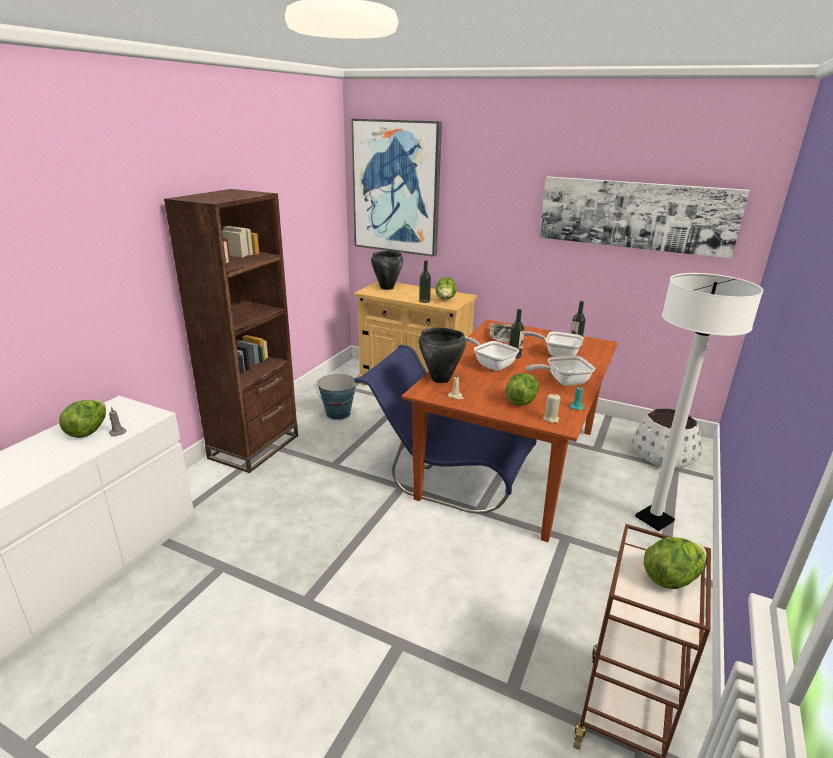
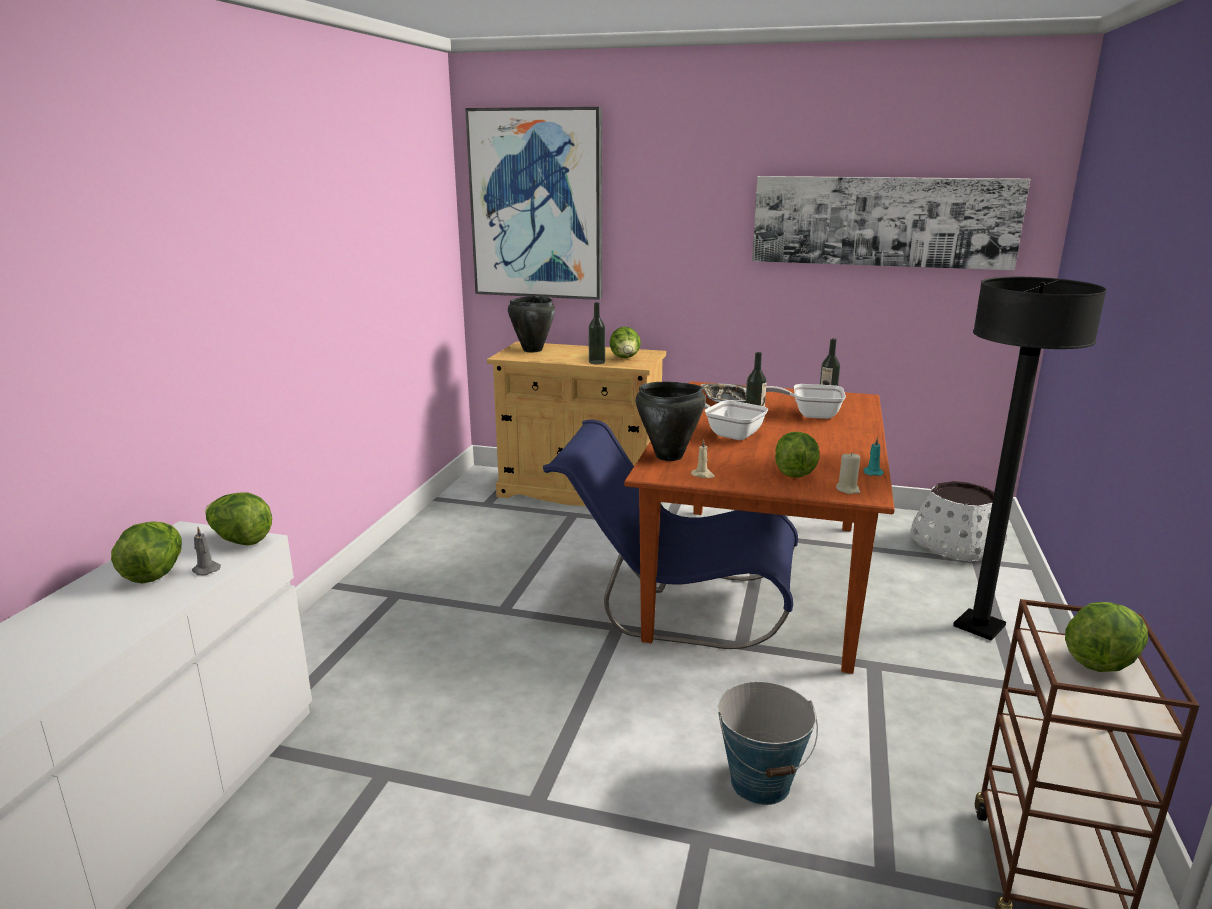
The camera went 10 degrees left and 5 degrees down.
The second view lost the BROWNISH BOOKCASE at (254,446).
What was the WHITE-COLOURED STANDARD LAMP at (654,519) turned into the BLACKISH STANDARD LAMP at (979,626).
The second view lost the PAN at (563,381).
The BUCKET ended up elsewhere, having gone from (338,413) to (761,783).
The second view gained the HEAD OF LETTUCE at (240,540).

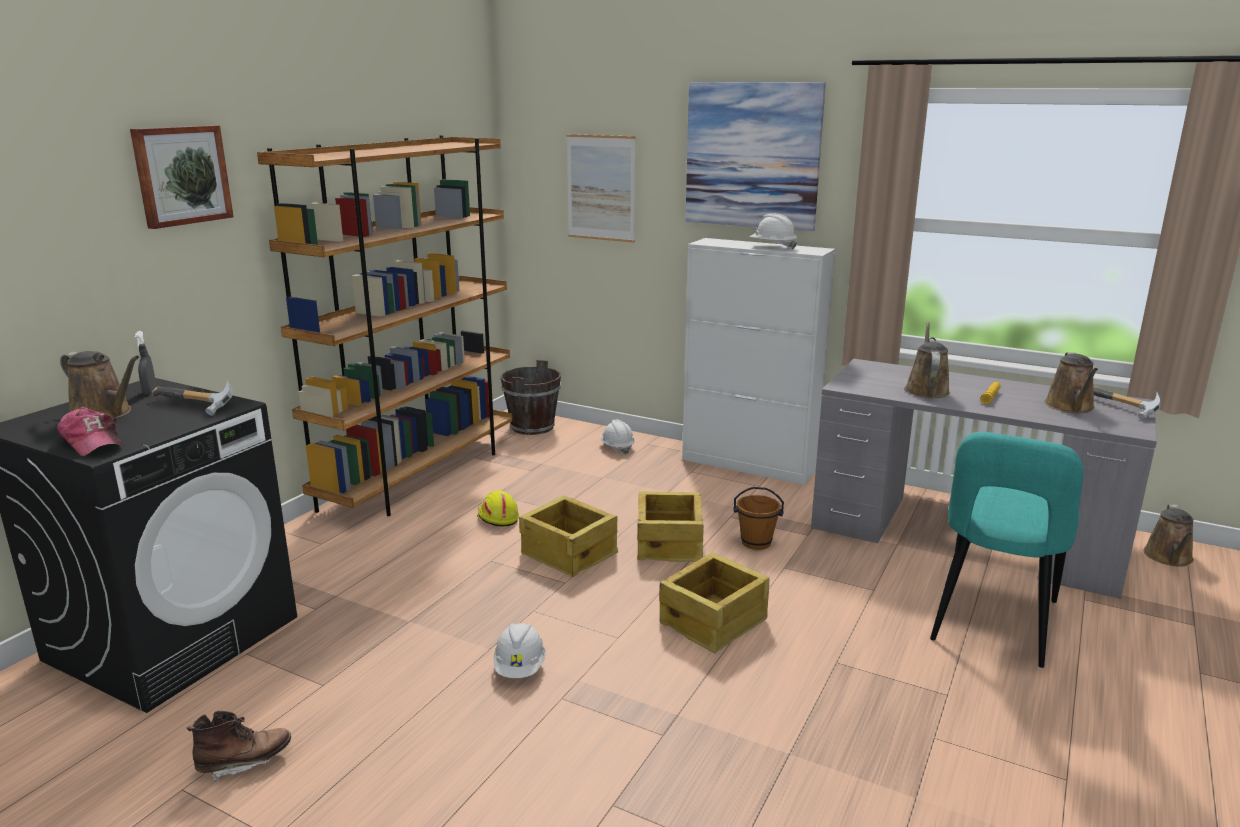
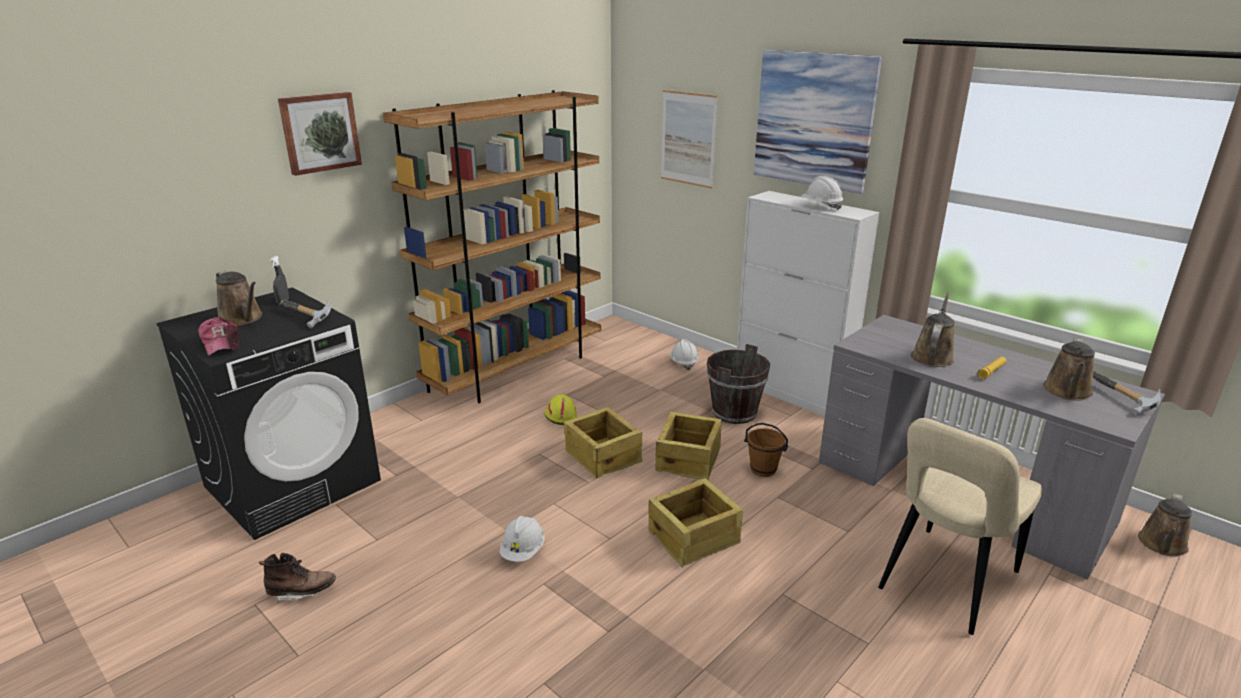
The camera went 15 degrees right and 5 degrees up.
The BROWNISH BUCKET ended up elsewhere, having gone from (533,427) to (734,413).
What was the TURQUOISE-COLOURED PLAIN CHAIR at (992,624) turned into the BEIGE PLAIN CHAIR at (944,583).

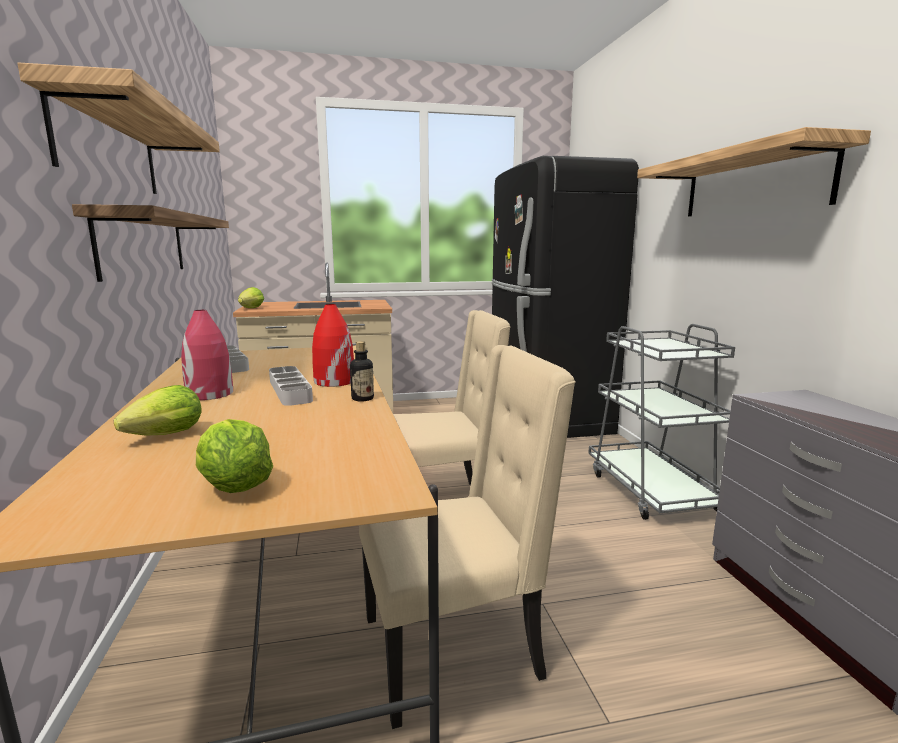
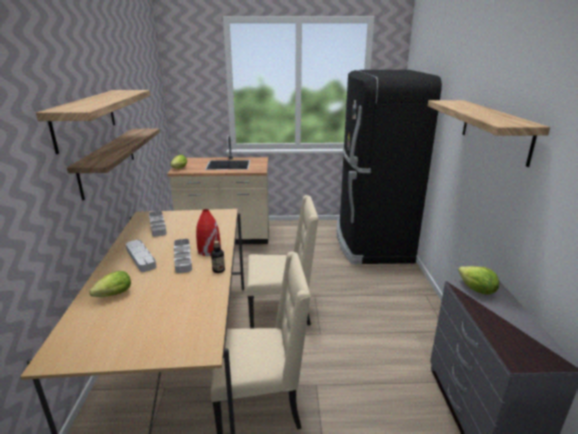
The camera went 10 degrees right and 10 degrees up.
Where the RED FLOWER VASE stood at (209,394), the GREY TRAY came to stand at (141,258).
The second view lost the GREY TROLLEY at (651,491).
The HEAD OF LETTUCE ended up elsewhere, having gone from (234,487) to (476,290).

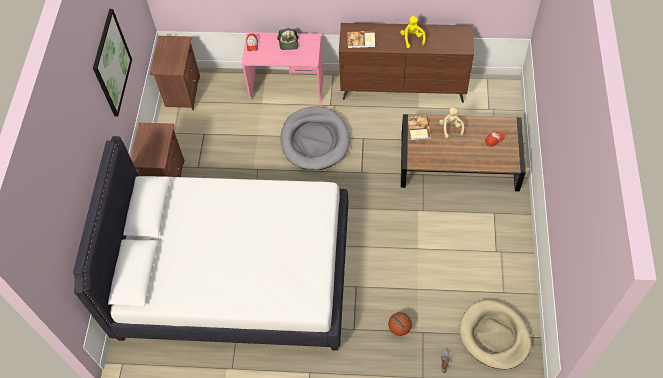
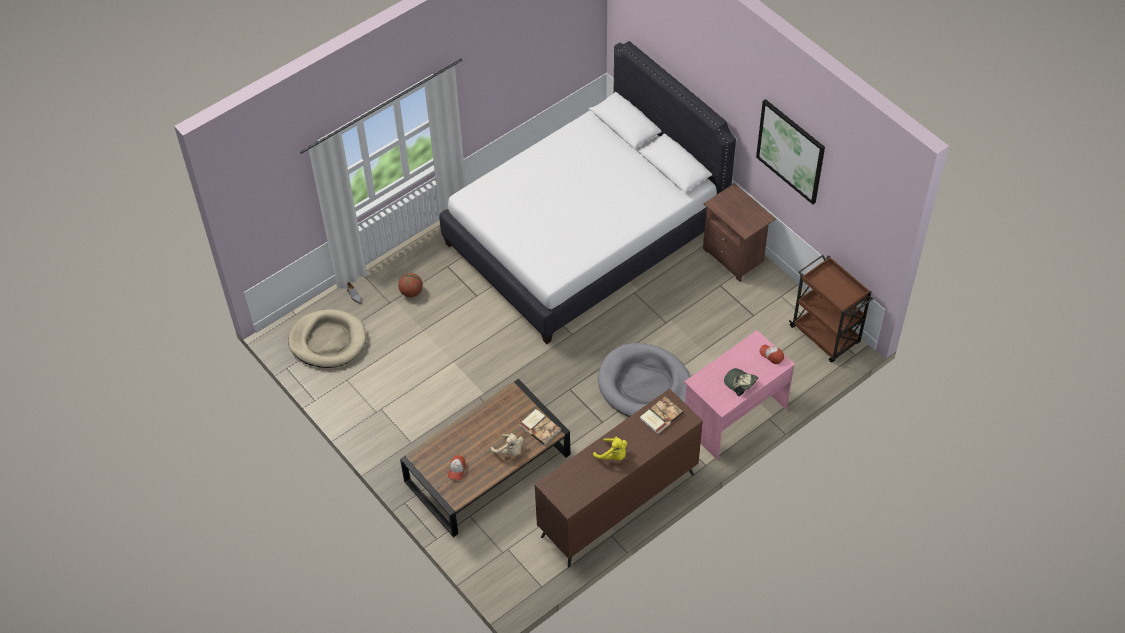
The camera went 135 degrees right and 5 degrees down.
Where the BROWNISH NIGHTSTAND stood at (182,92), the BROWNISH TROLLEY came to stand at (826,336).

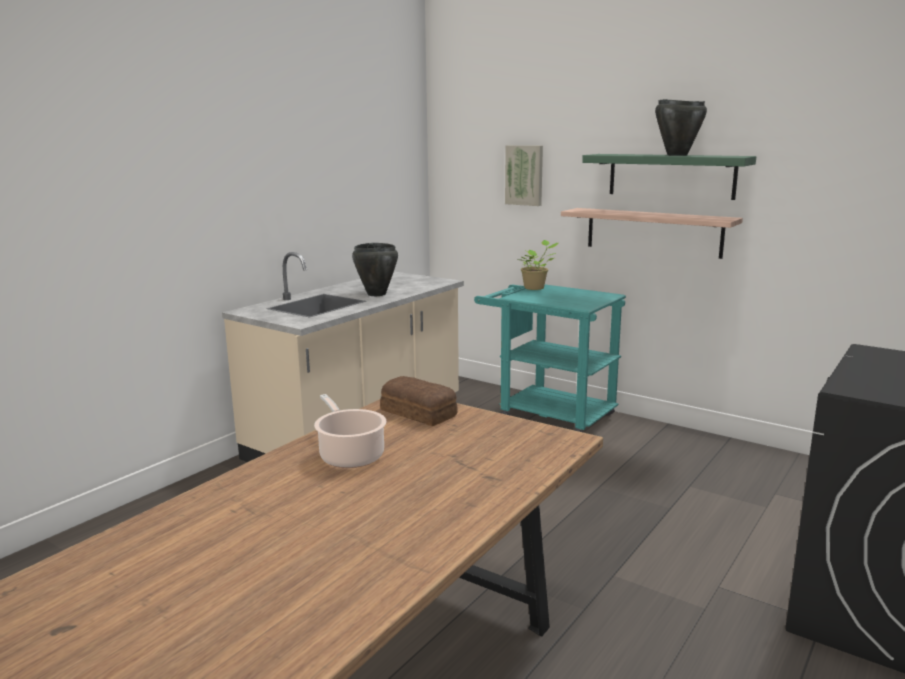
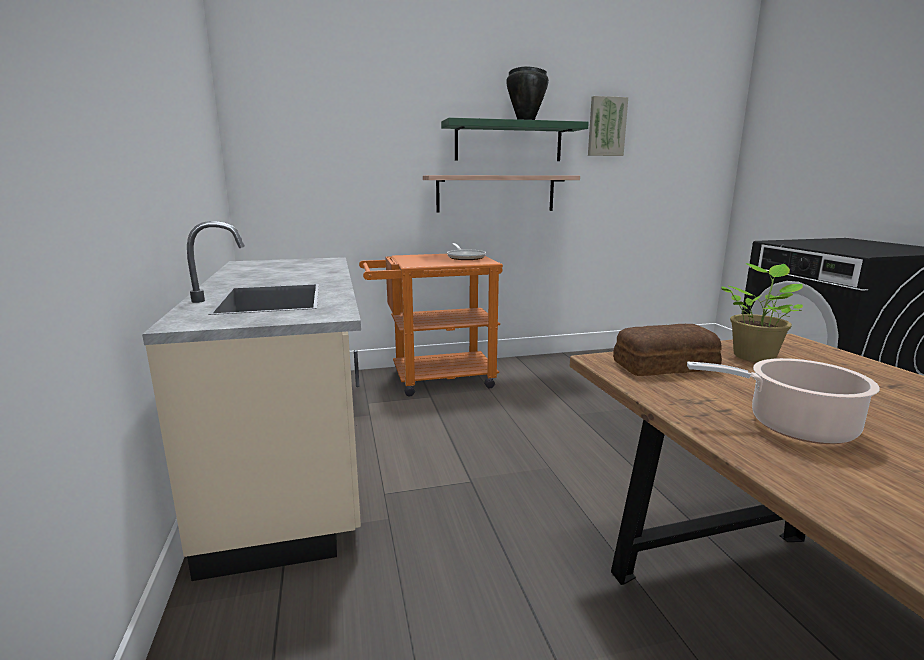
The camera went 50 degrees left and 0 degrees up.
The WALL ART ended up elsewhere, having gone from (524,175) to (606,127).
The PLANT IN A POT ended up elsewhere, having gone from (535,288) to (755,355).
The second view lost the BLACKISH SAUCEPOT at (376,294).
What was the TURQUOISE-COLOURED TROLLEY at (547,414) turned into the ORANGEY TROLLEY at (433,379).
The second view gained the PAN at (465,257).

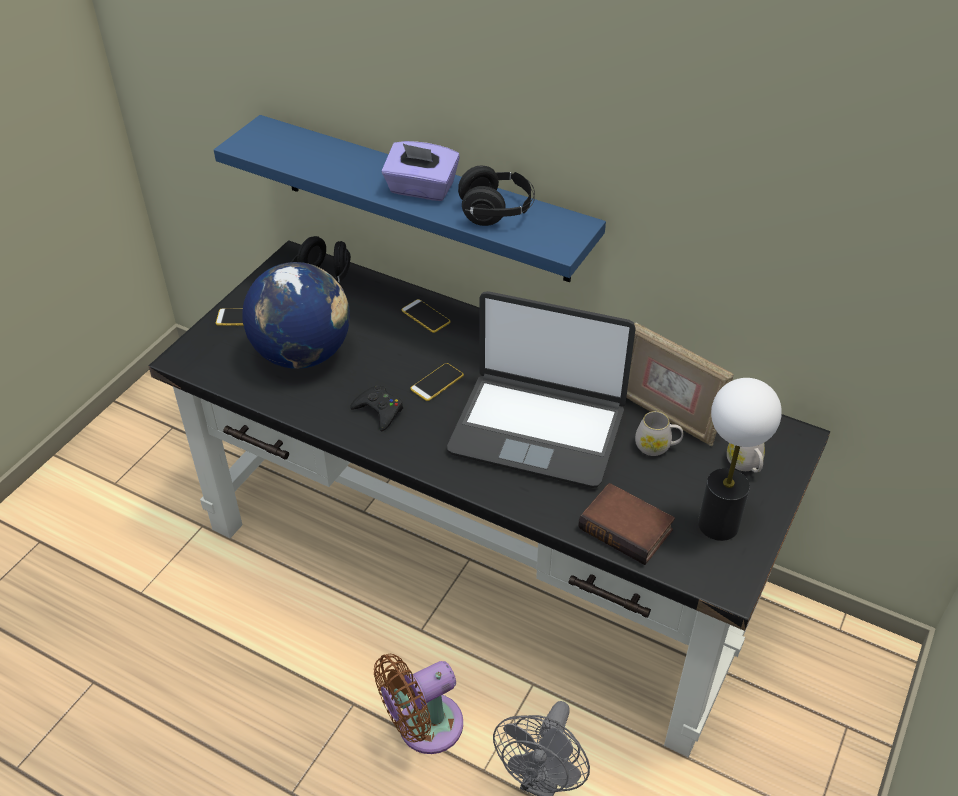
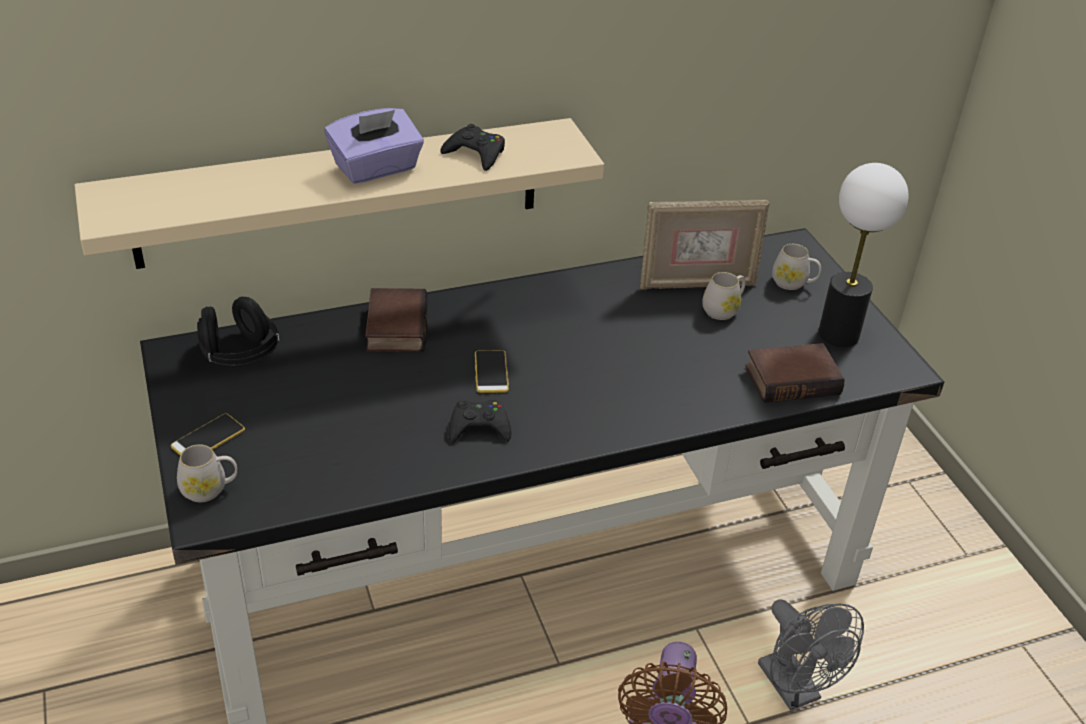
The camera went 50 degrees left and 5 degrees down.
What was the BLUE WALL SHELF at (423,199) turned into the BEIGE WALL SHELF at (340,193).
Where the BLACKISH HEADSET stood at (496,212), the BLACKISH JOYPAD came to stand at (476,154).
The second view lost the GLOBE at (303,354).
The second view lost the PORTABLE COMPUTER at (537,429).
Where the PHONE stood at (425,316), the VOLUME came to stand at (394,326).
The second view gained the WHITE-COLOURED COFFEE MUG at (210,489).

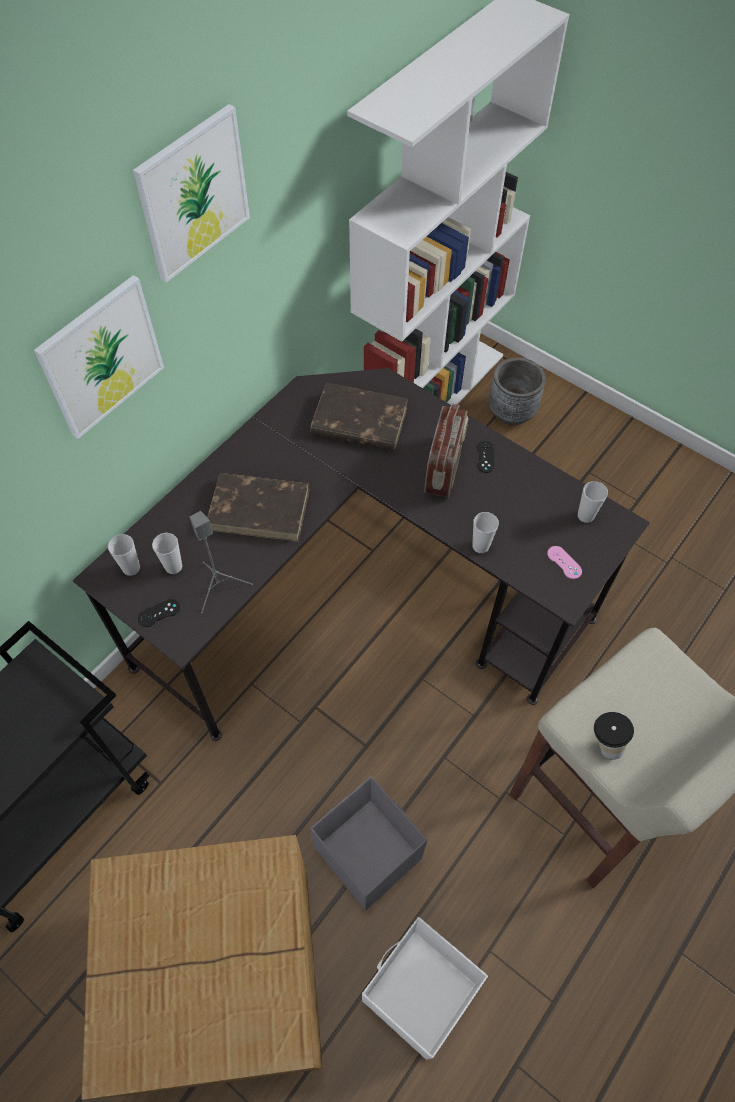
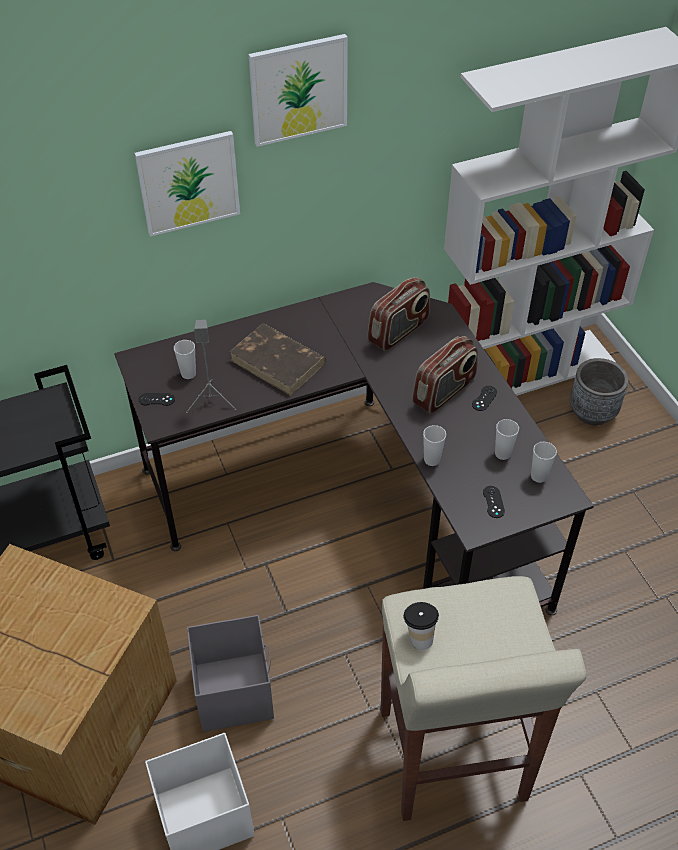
The camera went 30 degrees right and 10 degrees down.
Where the BROWNISH VOLUME stood at (358,421), the RADIO SET came to stand at (399,332).
The SMALL CUP ended up elsewhere, having gone from (131,568) to (502,454).
What was the PINKISH JOYPAD at (564,562) turned into the BLACKISH JOYPAD at (493,502).

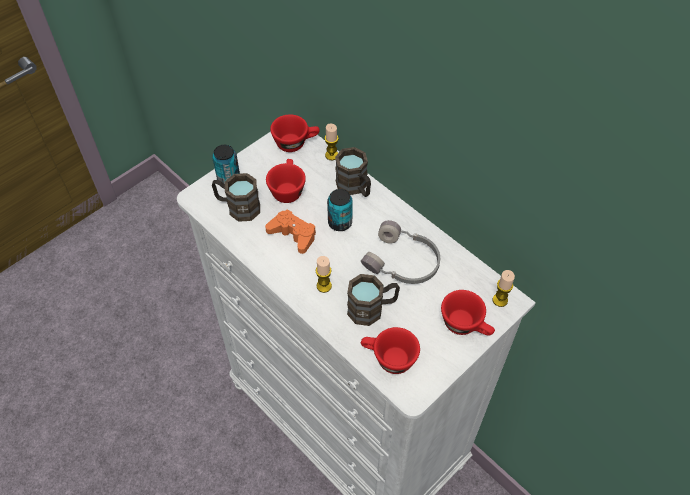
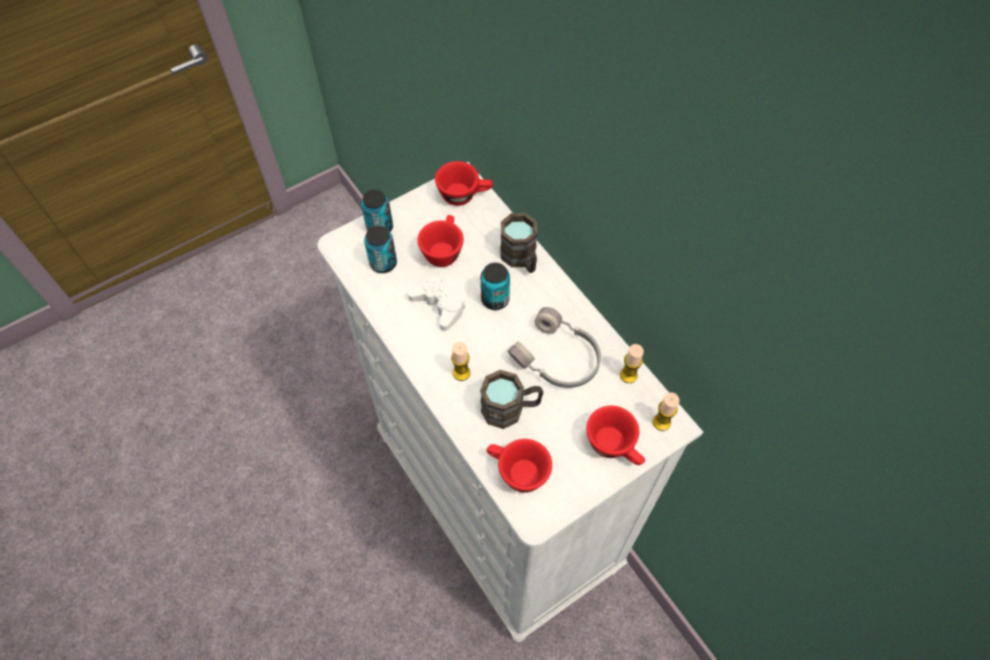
The camera went 10 degrees right and 5 degrees up.
The WAX CANDLE ended up elsewhere, having gone from (331,155) to (628,375).
Where the BROWNISH COFFEE MUG stood at (238,207), the METAL CAN came to stand at (383,263).
What was the ORANGEY JOYPAD at (293,234) turned into the WHITE-COLOURED JOYPAD at (439,305).

